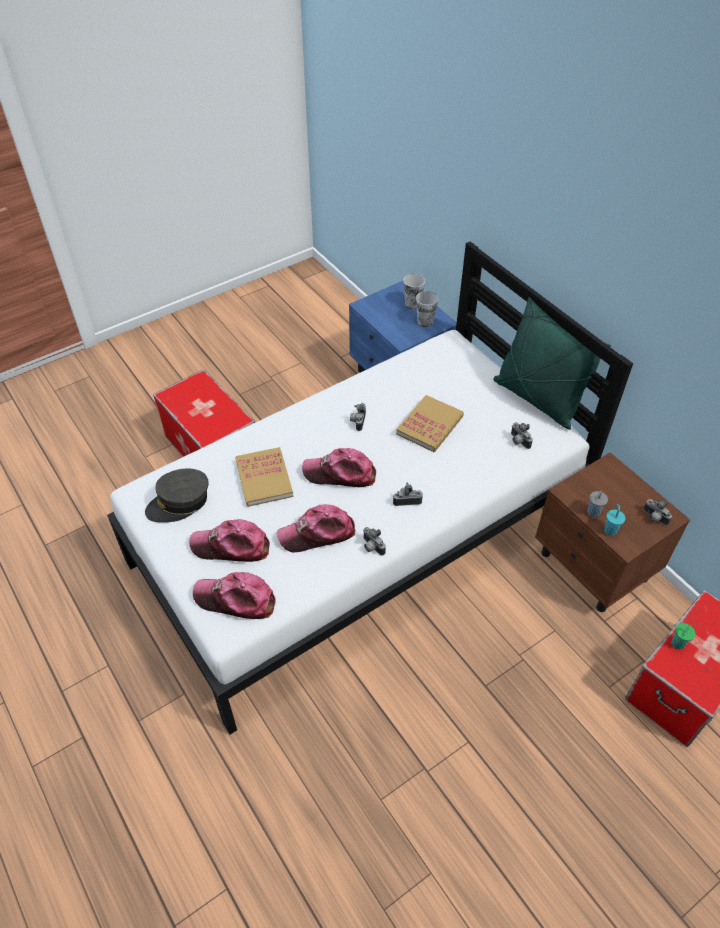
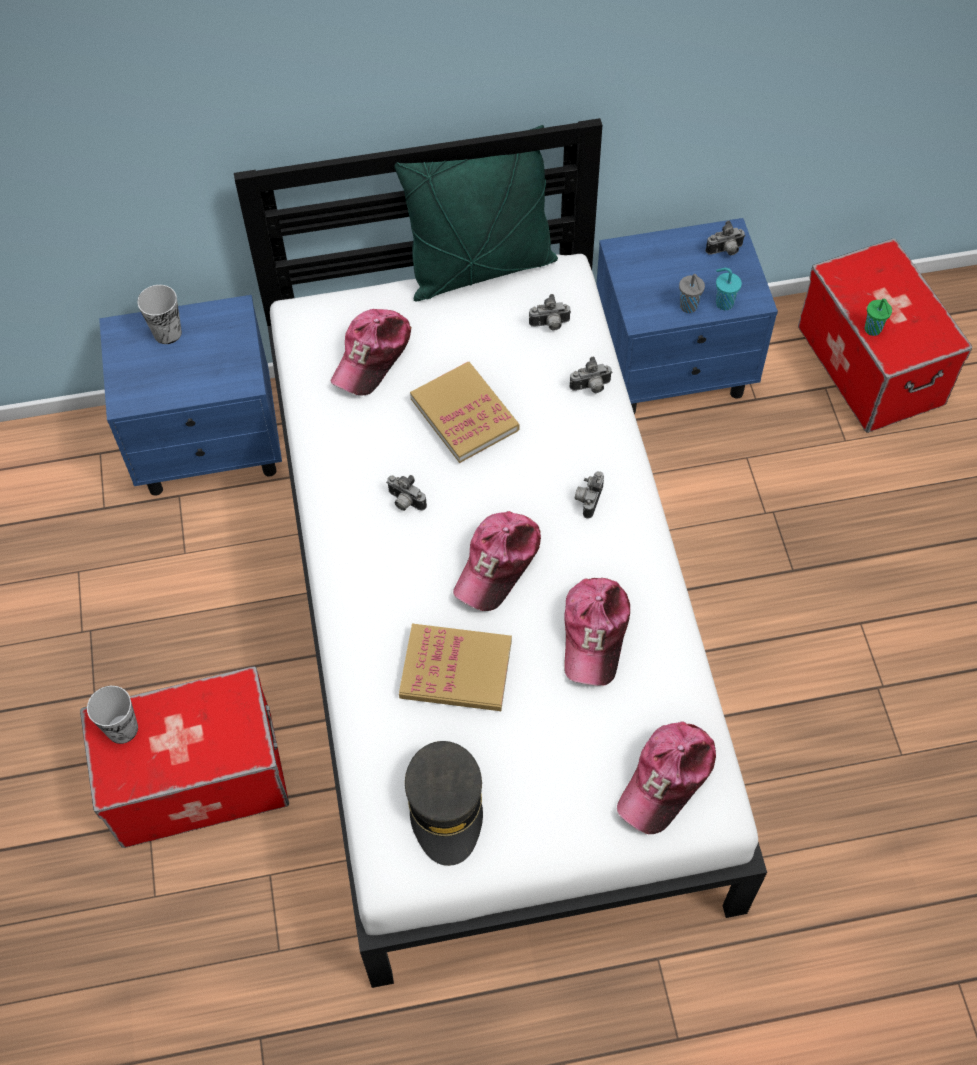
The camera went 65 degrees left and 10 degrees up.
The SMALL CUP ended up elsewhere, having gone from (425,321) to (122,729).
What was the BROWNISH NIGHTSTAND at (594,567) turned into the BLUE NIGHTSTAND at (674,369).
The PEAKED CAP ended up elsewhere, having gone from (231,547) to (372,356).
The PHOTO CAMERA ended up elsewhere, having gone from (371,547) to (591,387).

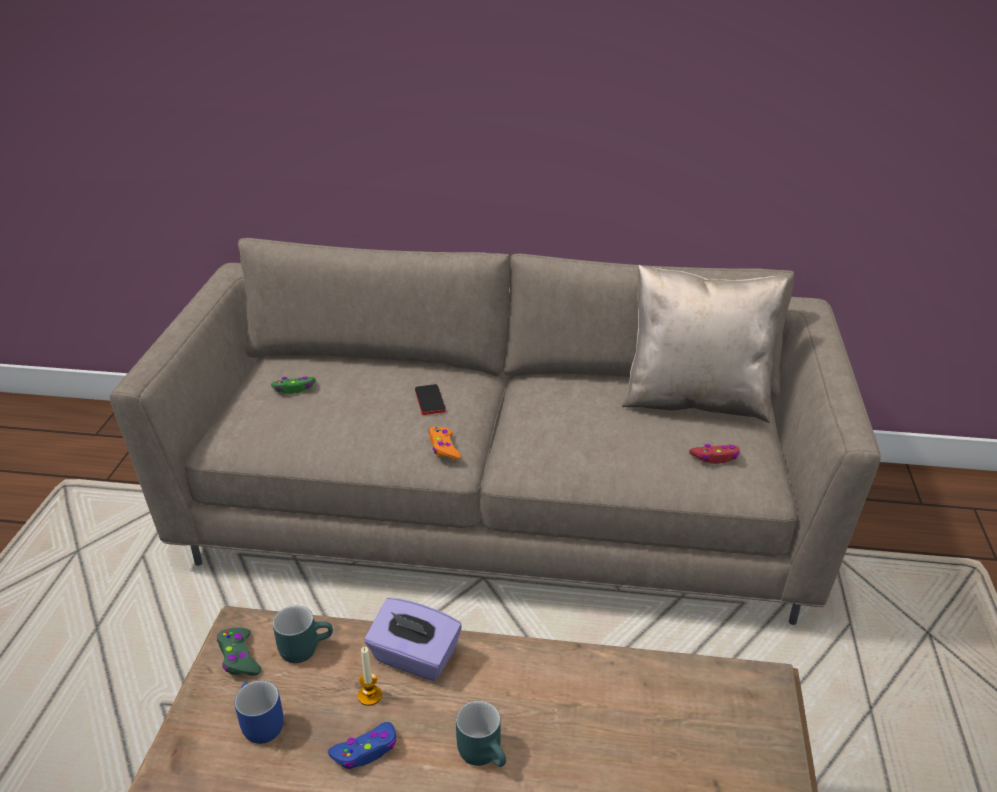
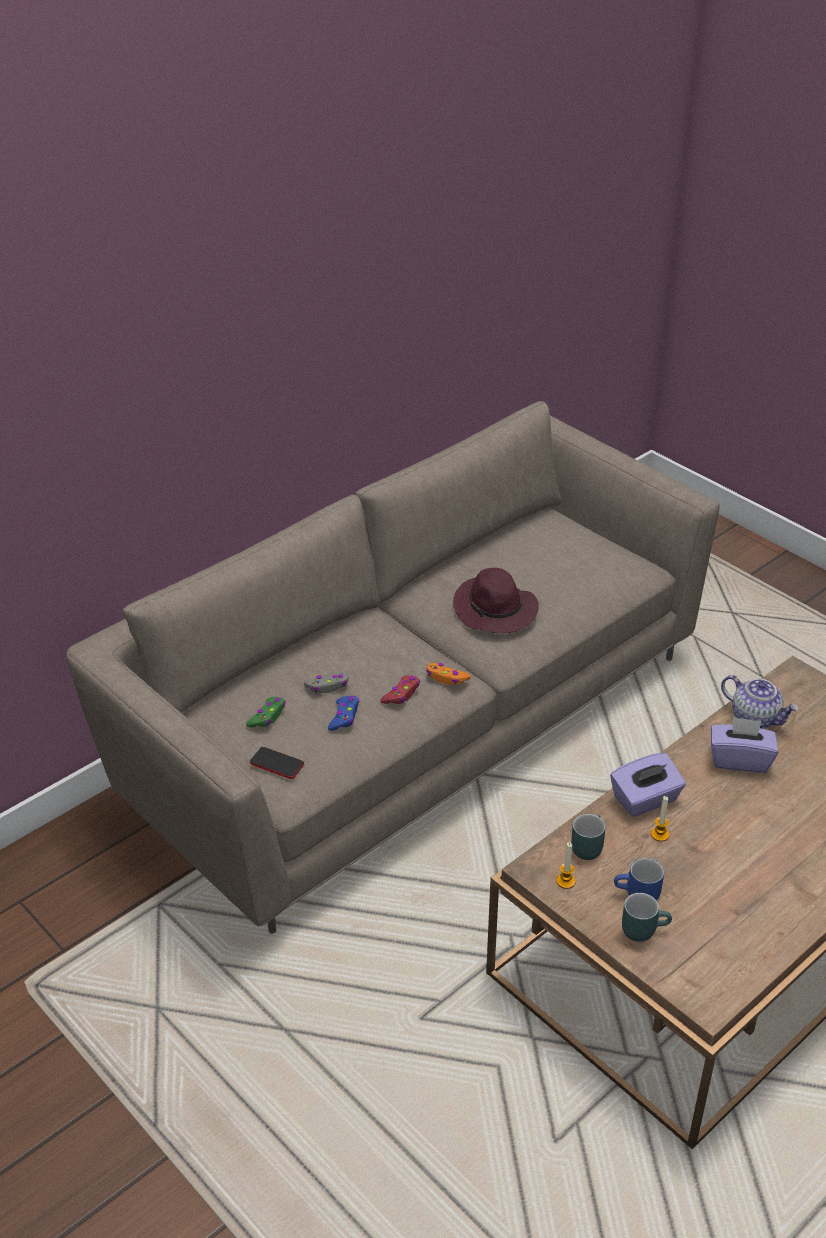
The camera went 50 degrees left and 5 degrees up.
The second view lost the BEIGE CUSHION at (695,400).
The PHONE ended up elsewhere, having gone from (429,400) to (277,764).
The RED JOYPAD ended up elsewhere, having gone from (715,457) to (401,694).
Where the GREEN JOYPAD stood at (239,657), the WAX CANDLE came to stand at (565,881).
The TURQUOISE-COLOURED COFFEE MUG ended up elsewhere, having gone from (485,753) to (643,928).
The BLUE JOYPAD ended up elsewhere, having gone from (366,751) to (344,717).
The second view gained the PURPLE-COLOURED WEARABLE HAT at (496,610).
The second view gained the GREY JOYPAD at (328,686).
The second view gained the TEA POT at (755,718).
The second view gained the PURPLE-COLOURED TISSUE BOX at (739,759).

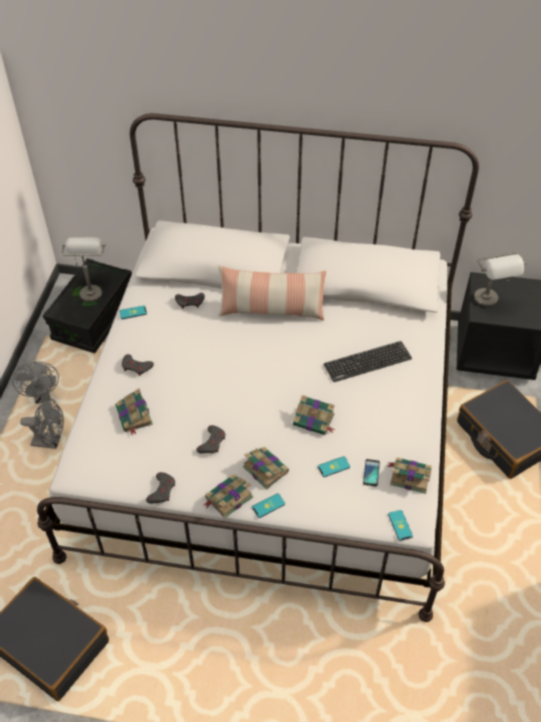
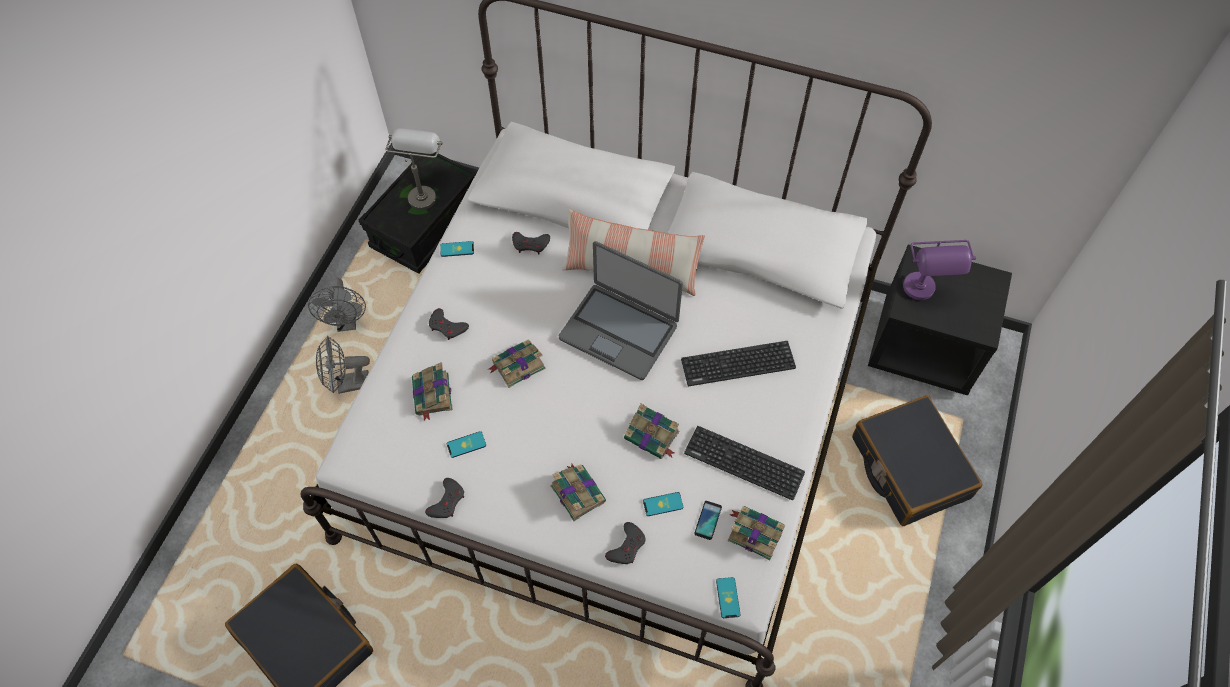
The camera went 10 degrees right and 10 degrees up.
What was the GREY LAMP FOR A TABLE at (489,304) turned into the PURPLE-COLOURED LAMP FOR A TABLE at (922,296).
The GREY FAN at (51,442) ended up facing another way, 150 degrees clockwise from before.
The GREY JOYPAD ended up elsewhere, having gone from (212,442) to (627,546).
The VOLUME ended up elsewhere, having gone from (228,498) to (517,365).
The PHONE ended up elsewhere, having gone from (268,505) to (466,444).
The second view gained the PORTABLE COMPUTER at (619,331).
The second view gained the COMPUTER KEYBOARD at (744,463).

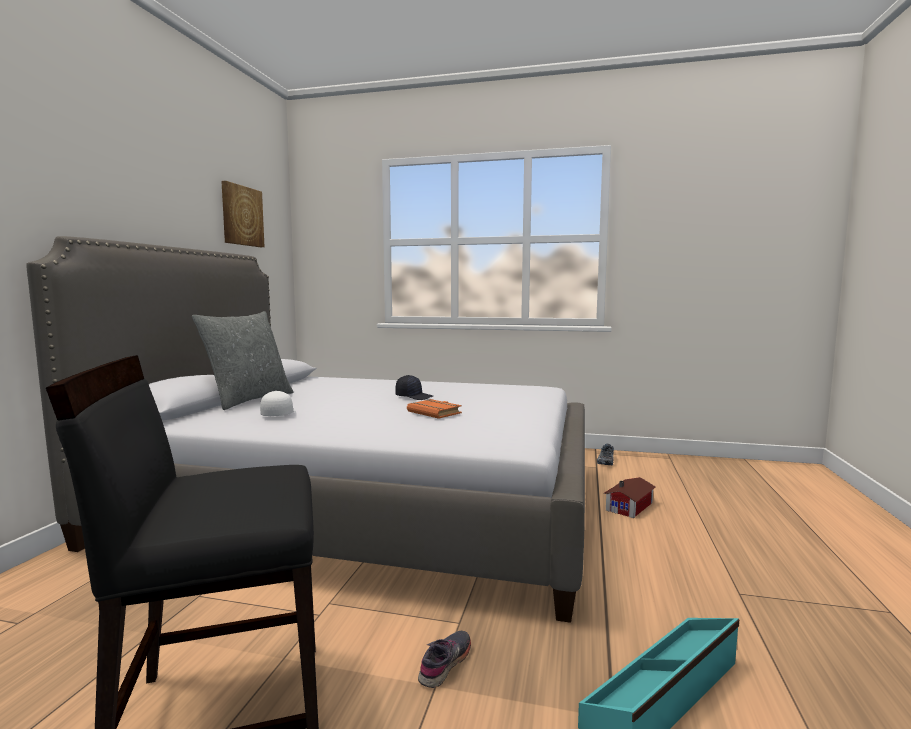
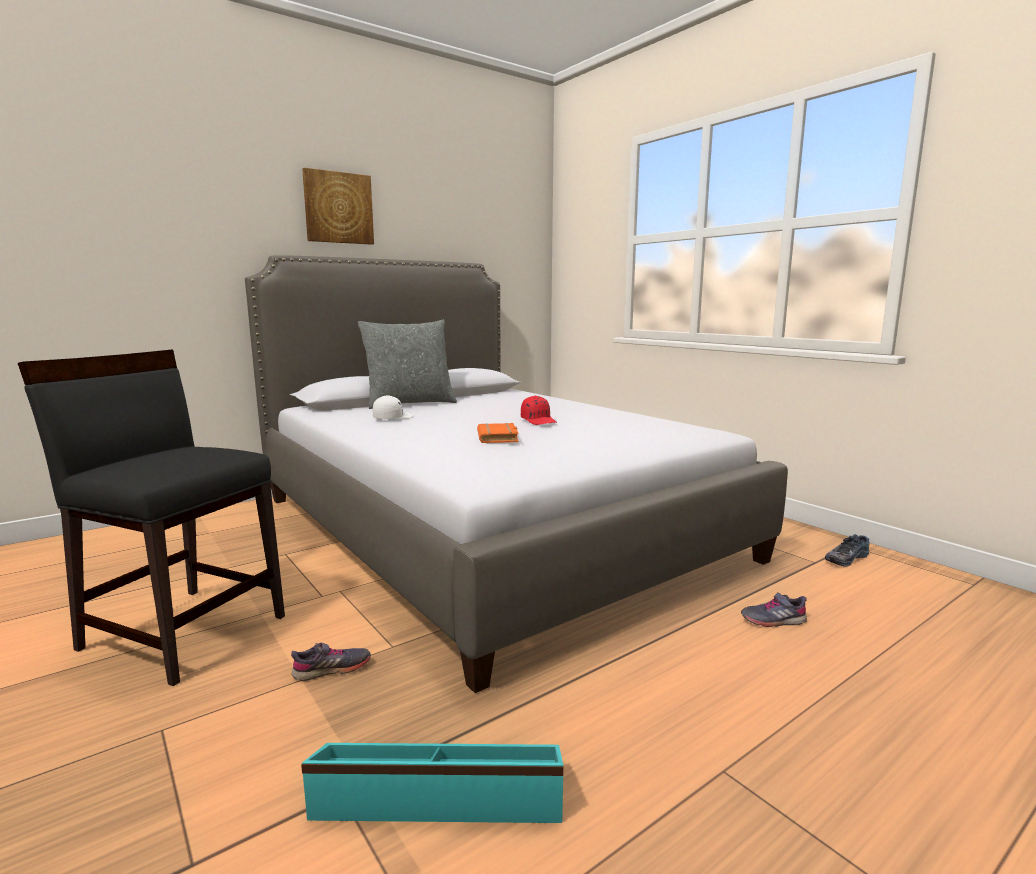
The camera went 40 degrees right and 5 degrees up.
The WALL ART ended up elsewhere, having gone from (241,216) to (338,208).
What was the BLACKISH PEAKED CAP at (414,397) turned into the RED PEAKED CAP at (539,421).
Where the MODEL HOUSE stood at (631,506), the GREY SHOE came to stand at (773,620).

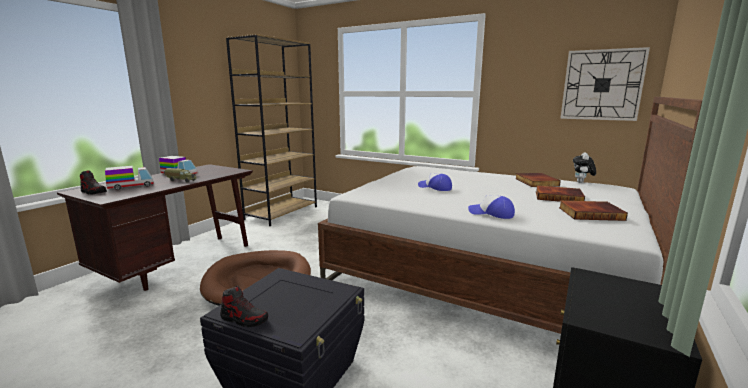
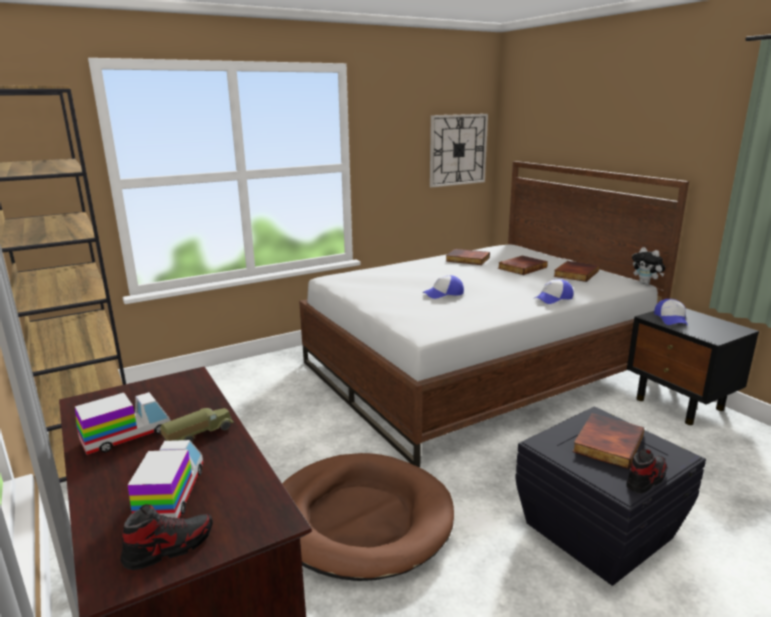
The camera went 60 degrees left and 5 degrees up.
The PLUSH TOY ended up elsewhere, having gone from (582,182) to (646,283).
The second view gained the PEAKED CAP at (671,319).
The second view gained the VOLUME at (606,443).

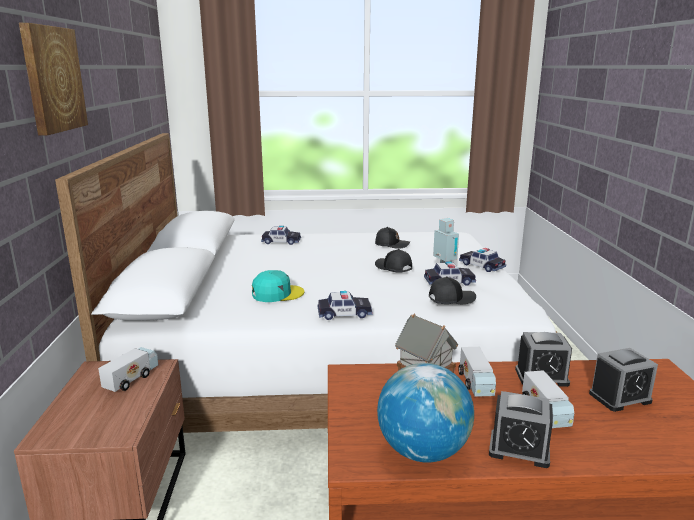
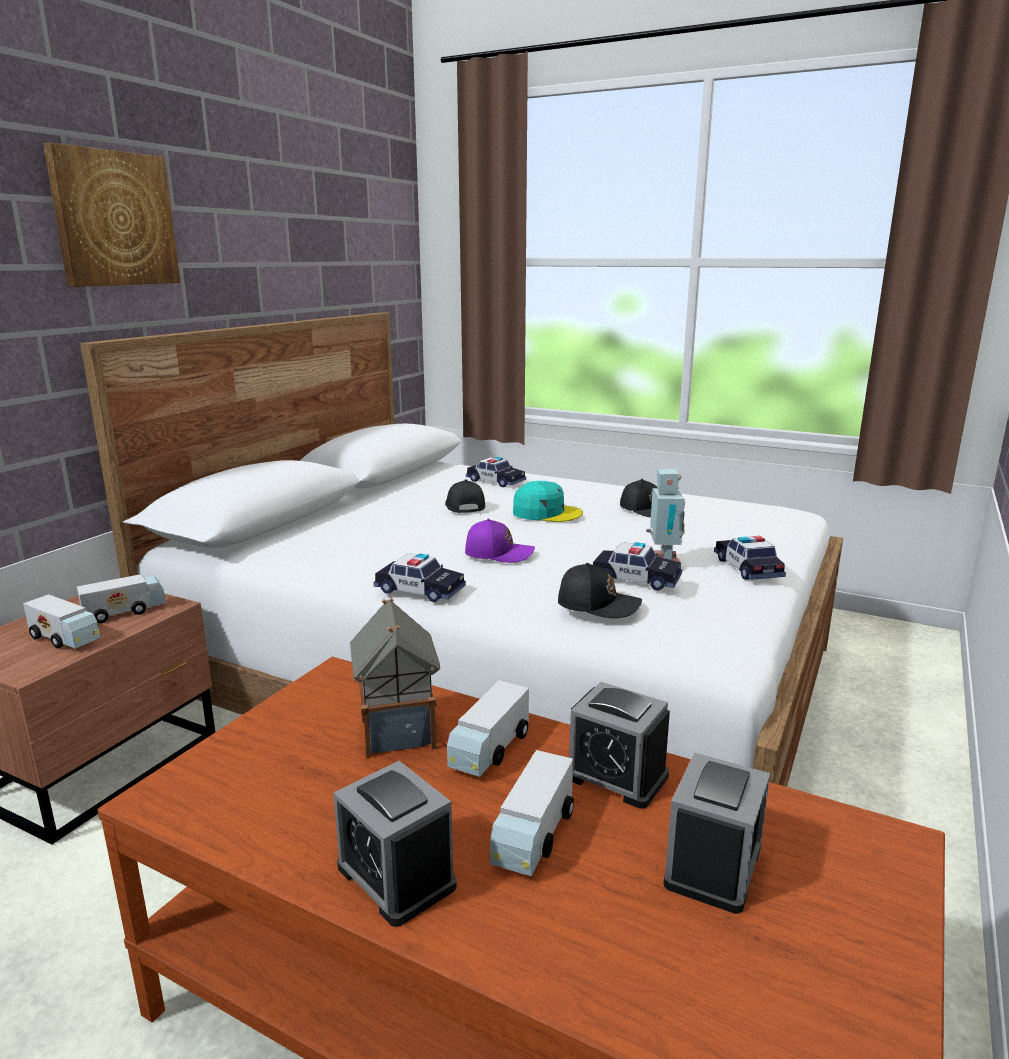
The camera went 30 degrees right and 0 degrees up.
The BLACKISH PEAKED CAP ended up elsewhere, having gone from (393,268) to (463,506).
The TURQUOISE-COLOURED PEAKED CAP ended up elsewhere, having gone from (277,293) to (546,513).
The TABLE CLOCK at (620,397) ended up facing another way, 75 degrees counterclockwise from before.
The second view lost the GLOBE at (423,451).
The second view gained the PURPLE-COLOURED PEAKED CAP at (498,553).
The second view gained the TOY LORRY at (65,638).

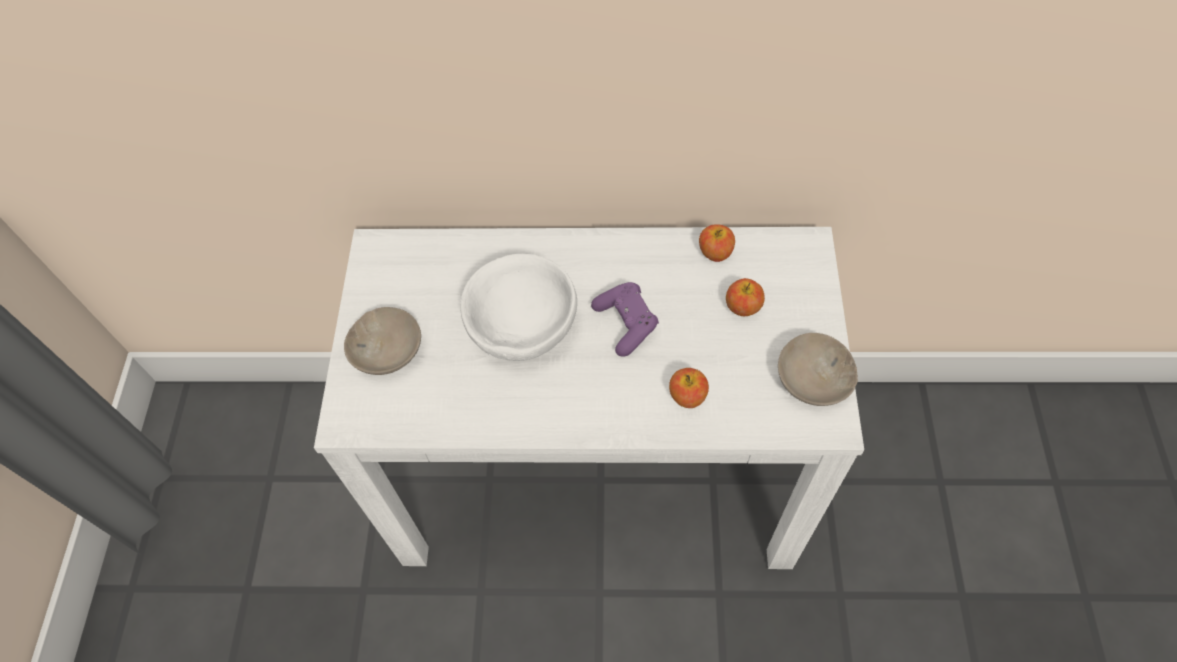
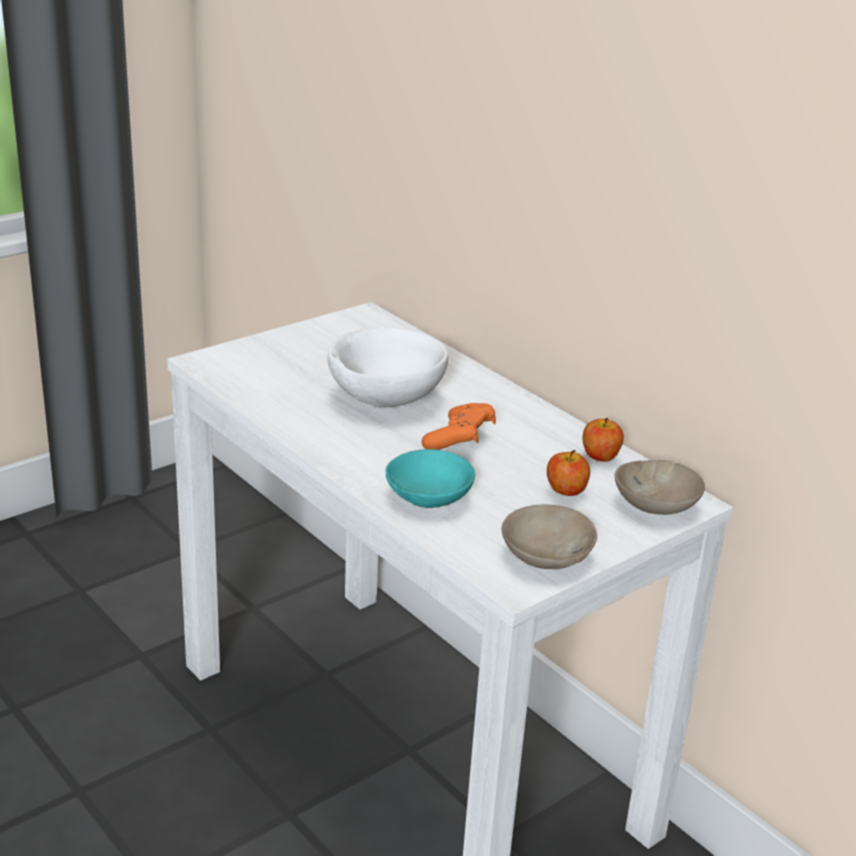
The camera went 45 degrees right and 30 degrees down.
What was the PURPLE-COLOURED JOYPAD at (626,324) turned into the ORANGEY JOYPAD at (460,441).
The BEIGE SERVING BOWL ended up elsewhere, having gone from (389,353) to (655,505).
Where the WHOLE APPLE stood at (687,396), the TURQUOISE-COLOURED SERVING BOWL came to stand at (432,496).

